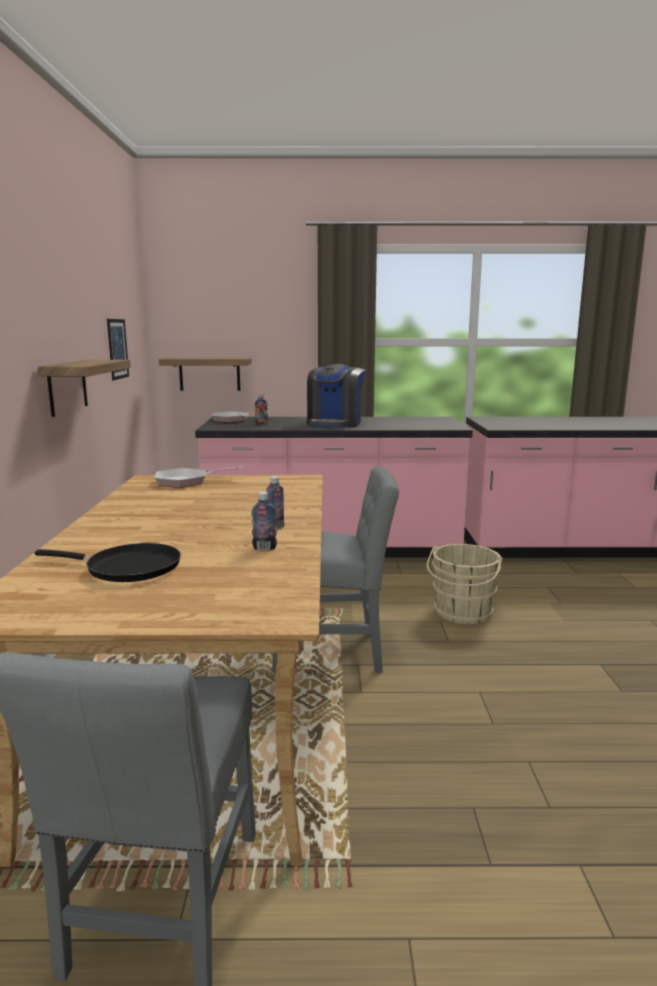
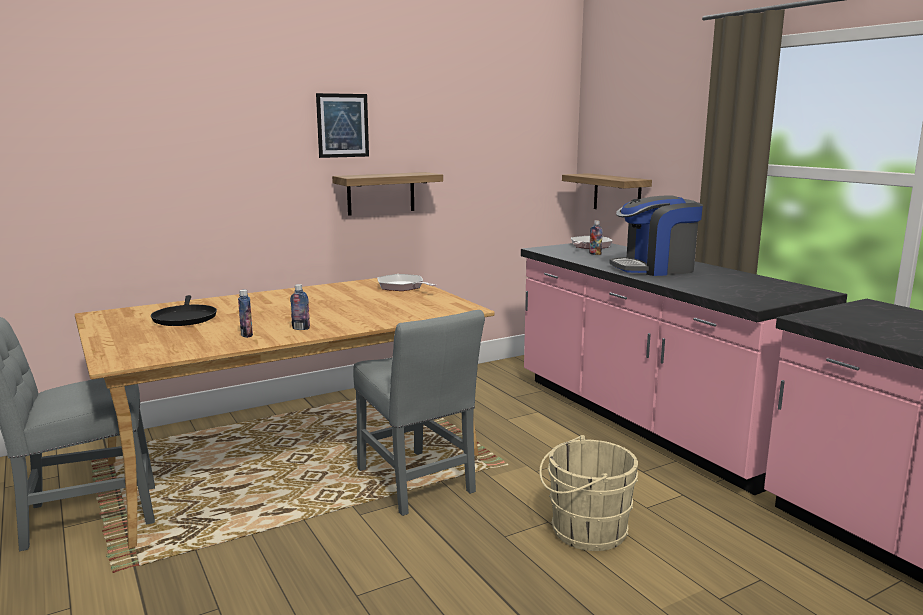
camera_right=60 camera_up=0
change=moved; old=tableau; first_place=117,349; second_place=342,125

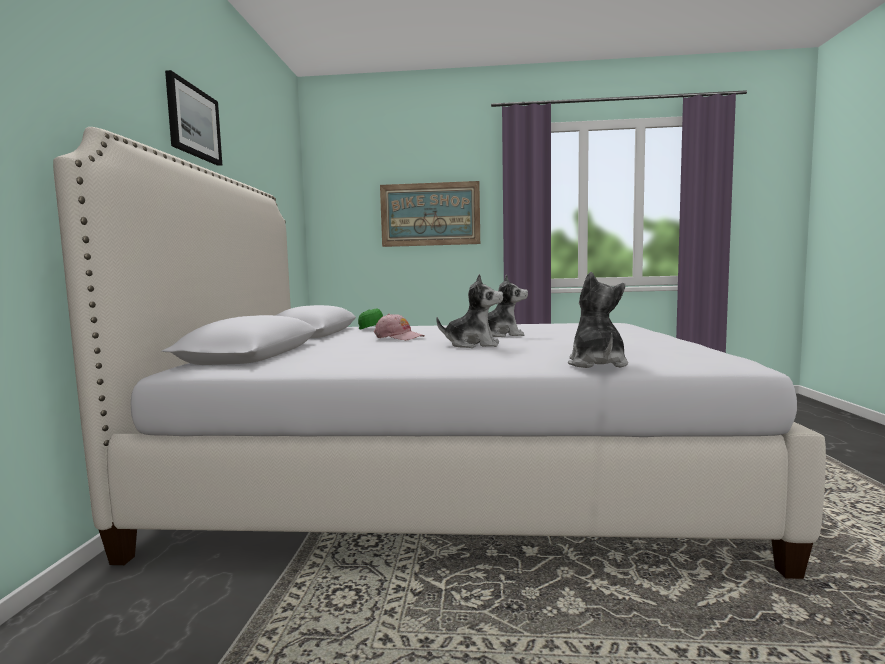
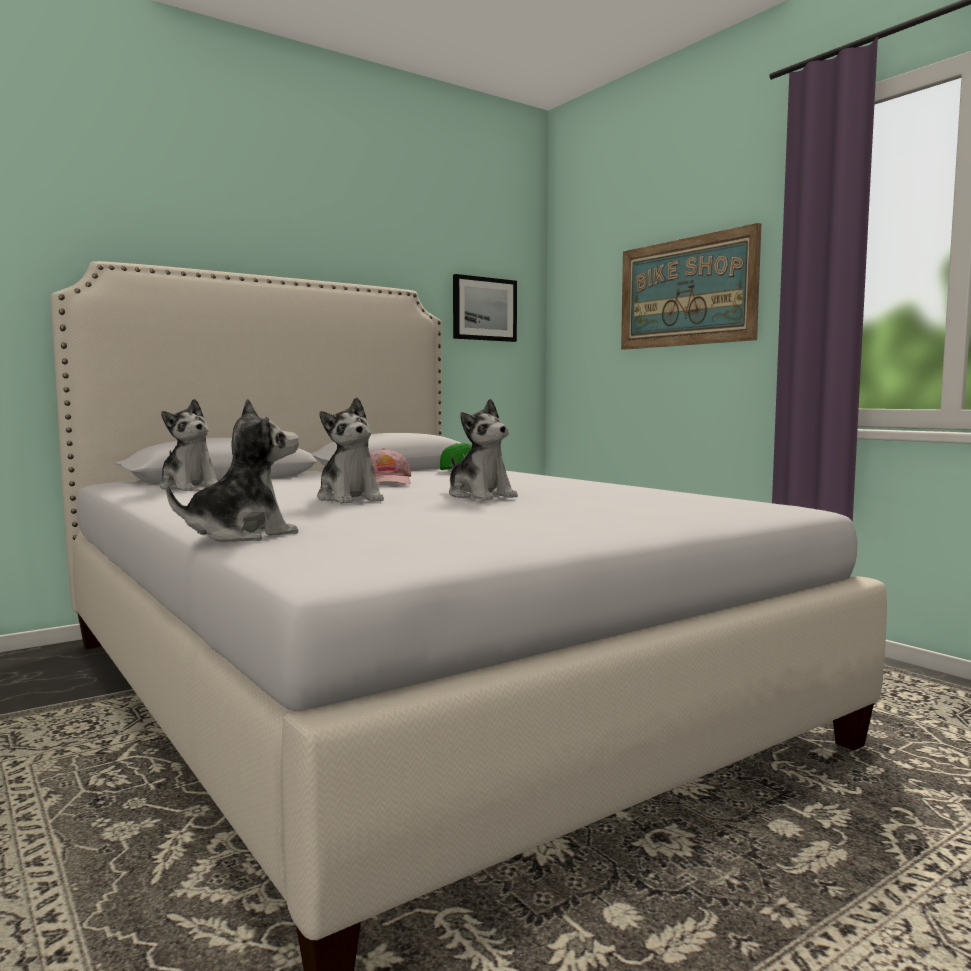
camera_right=50 camera_up=0
change=moved; old=tableau; first_place=193,122; second_place=484,309
change=added; new=peluche; second_place=190,487

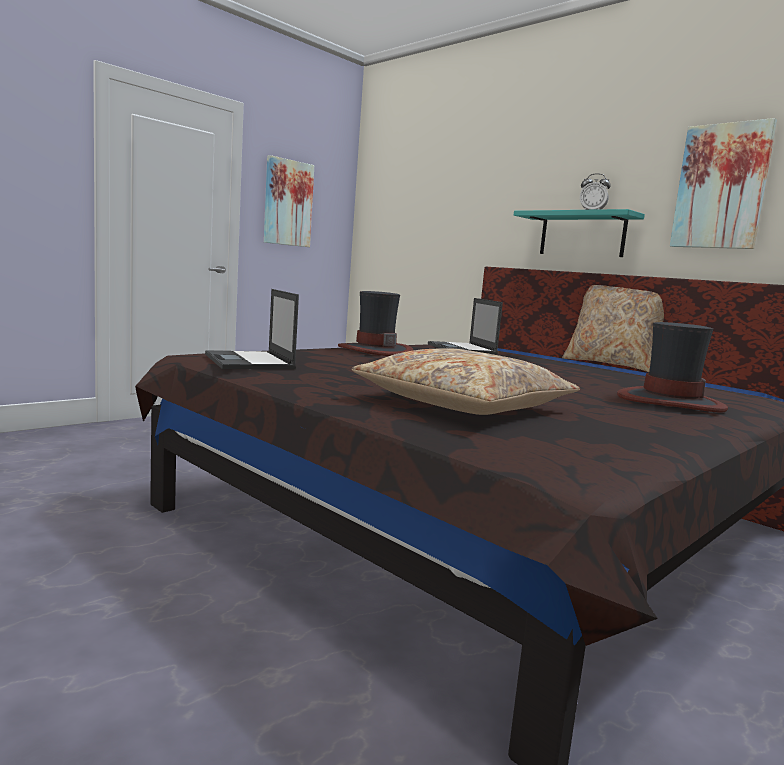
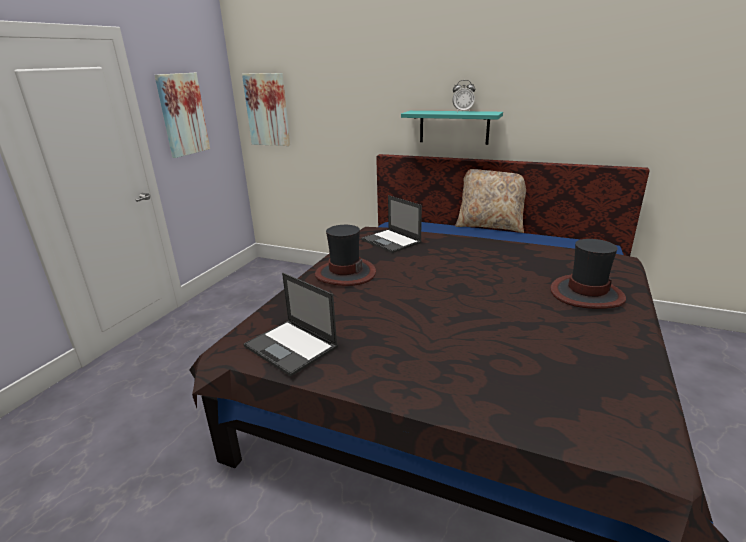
camera_right=-20 camera_up=15
change=moved; old=tableau; first_place=721,187; second_place=267,110
change=removed; old=coussin/beige; first_place=463,404

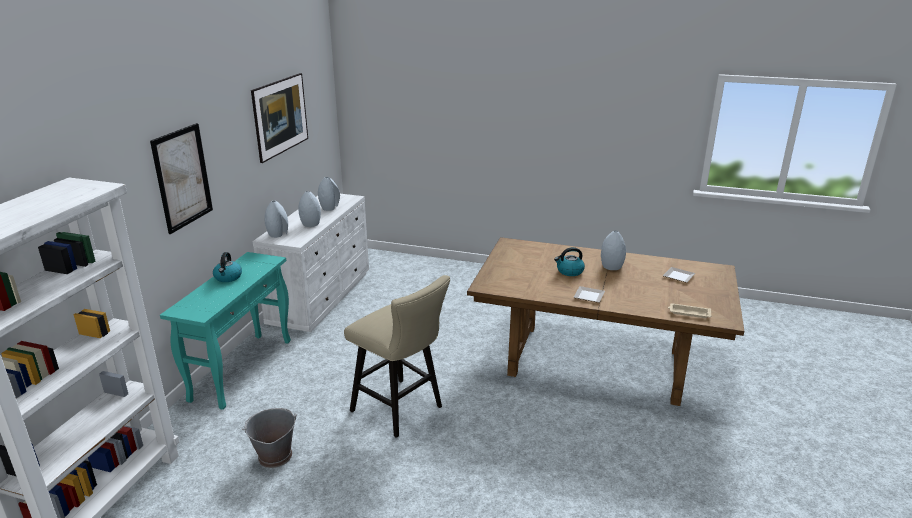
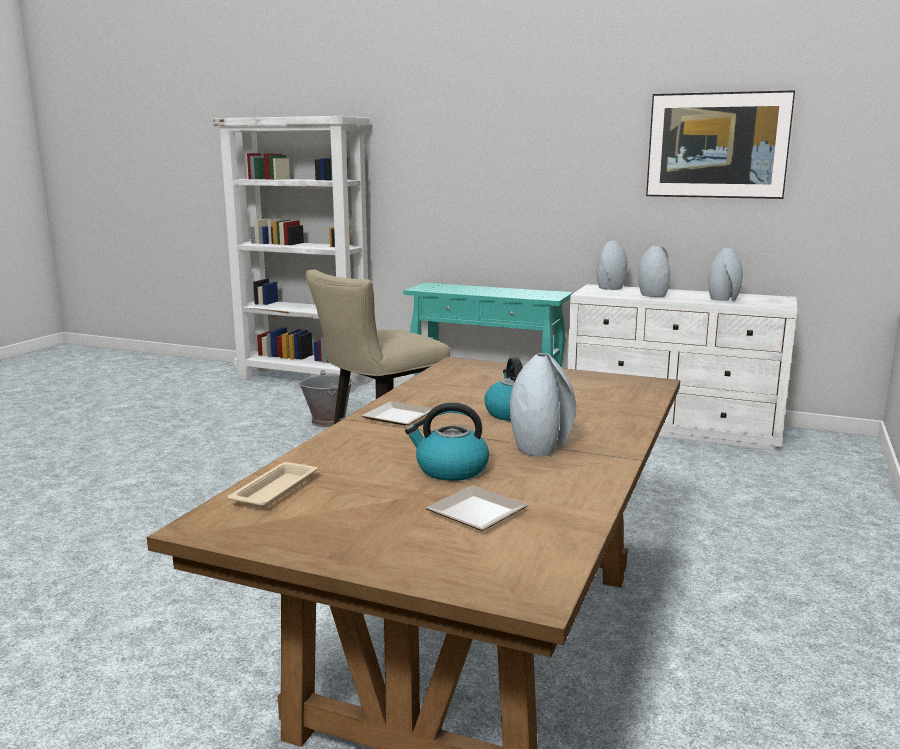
camera_right=95 camera_up=-10
change=removed; old=tableau; first_place=182,177
change=moved; old=bouilloire; first_place=228,277; second_place=450,470

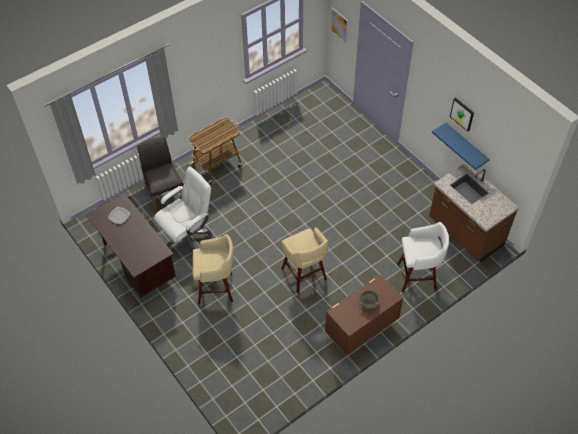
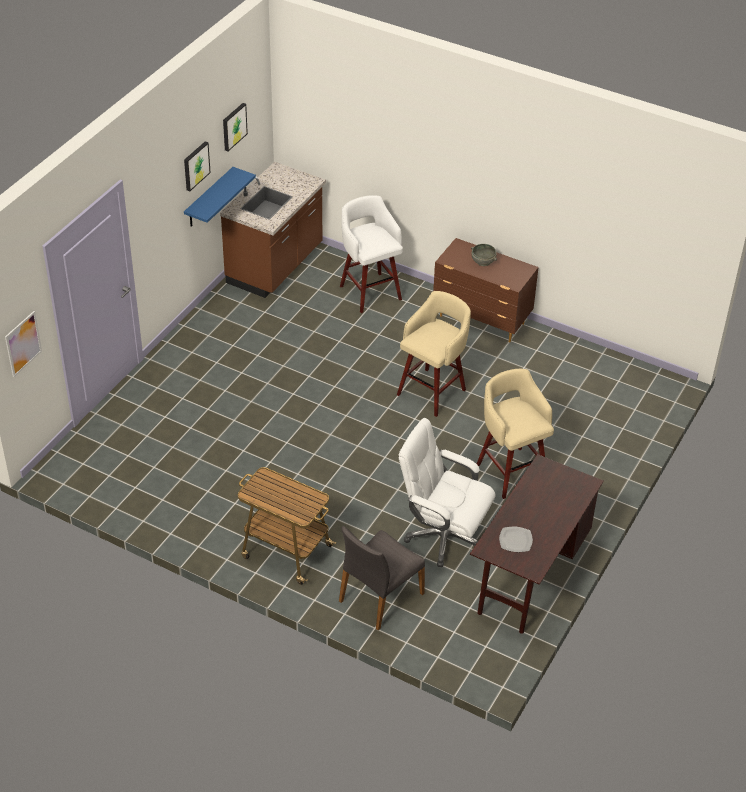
camera_right=-115 camera_up=-10
change=added; new=tableau; second_place=233,126

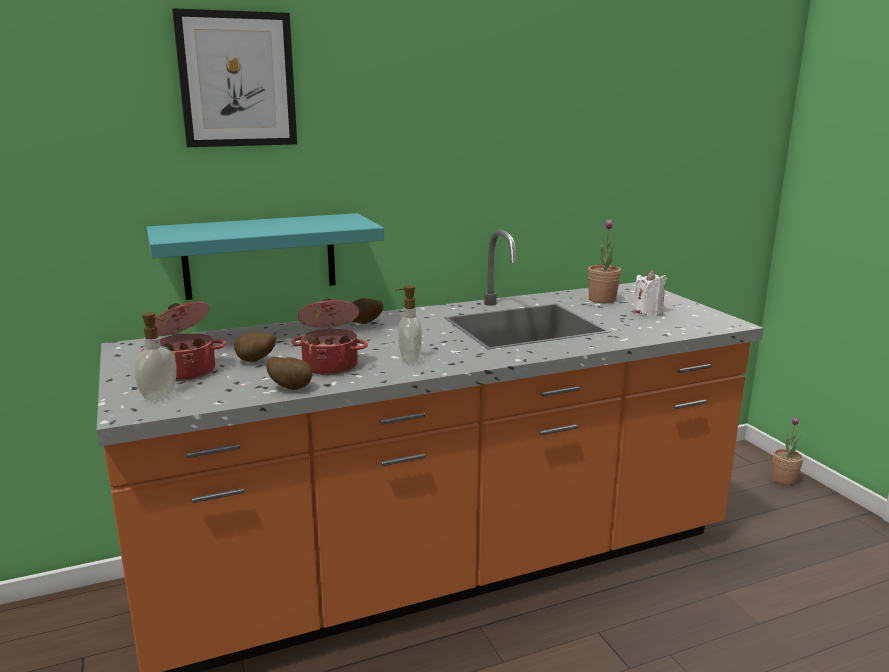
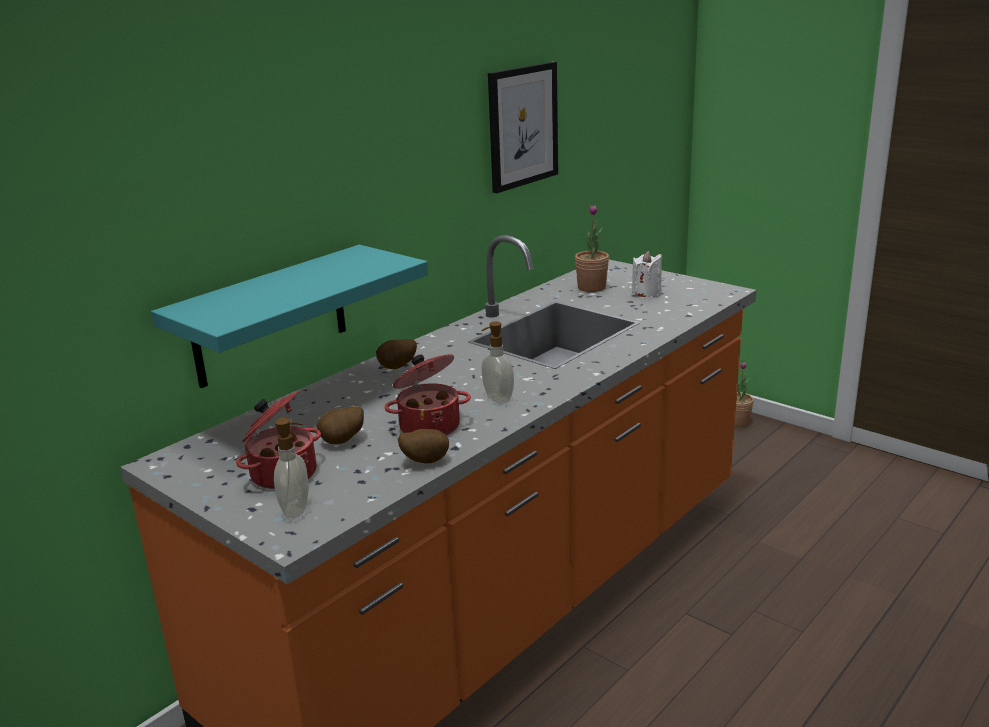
camera_right=-25 camera_up=5
change=moved; old=tableau; first_place=237,80; second_place=522,126

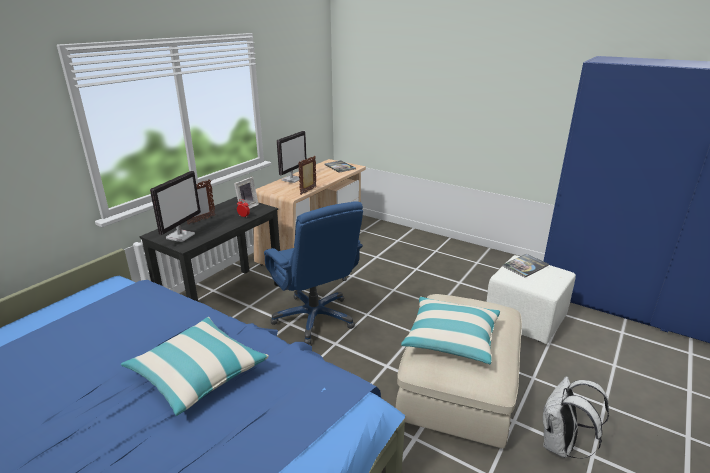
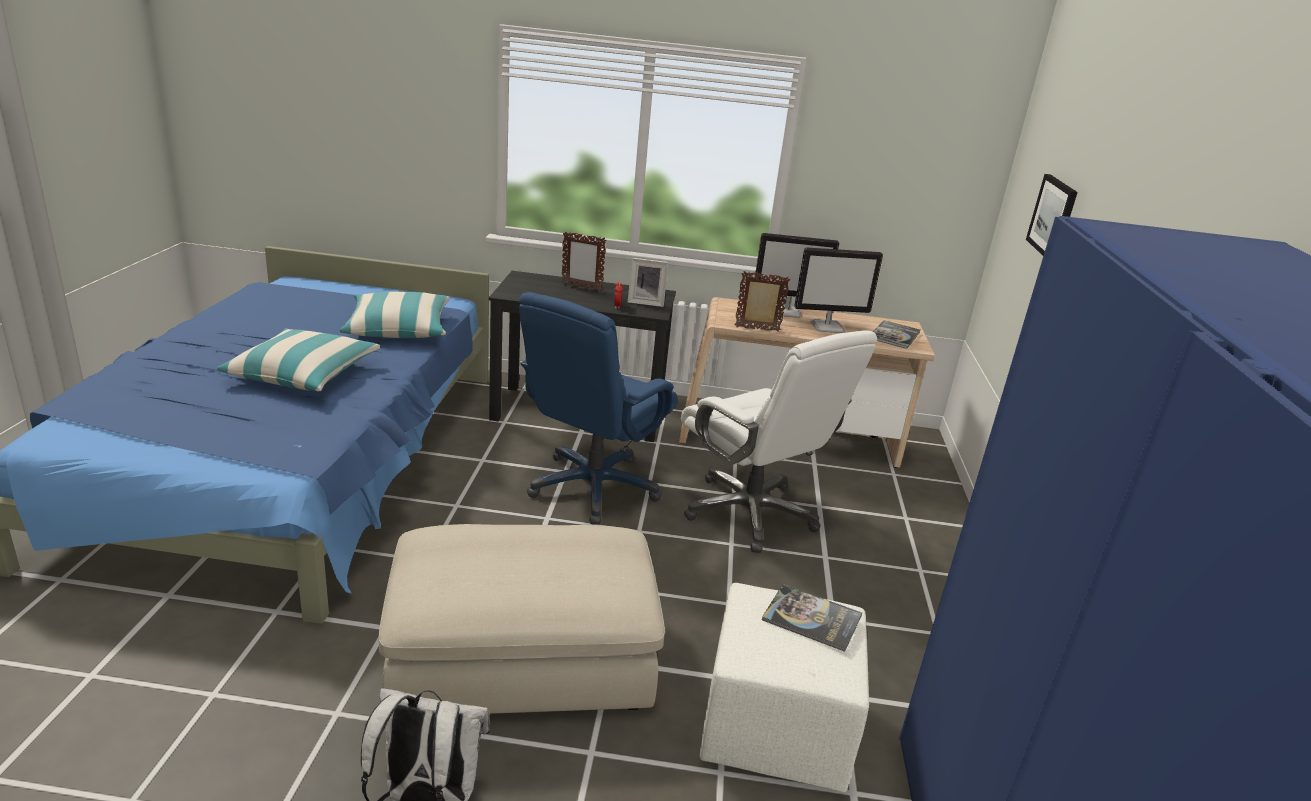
camera_right=60 camera_up=0
change=moved; old=écran d'ordinateur; first_place=180,236; second_place=827,327
change=moved; old=coussin; first_place=451,338; second_place=398,329
change=added; new=tableau; second_place=1053,217
change=added; new=chaise de bureau/blanc; second_place=751,513

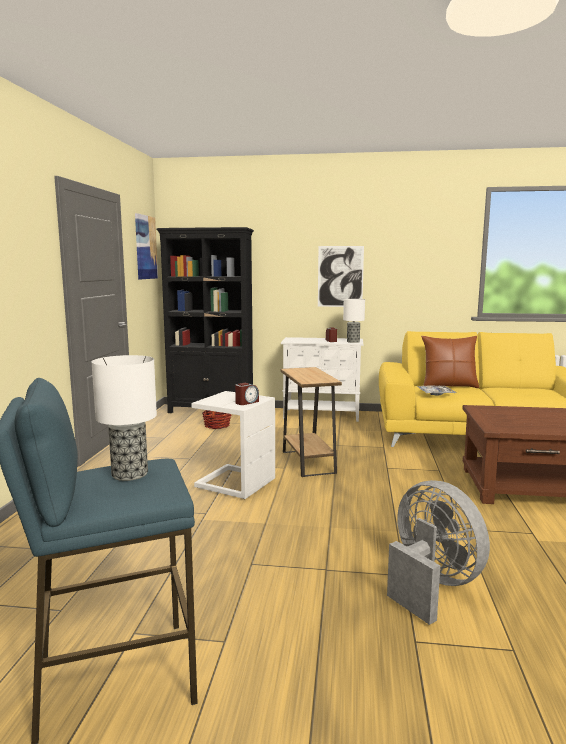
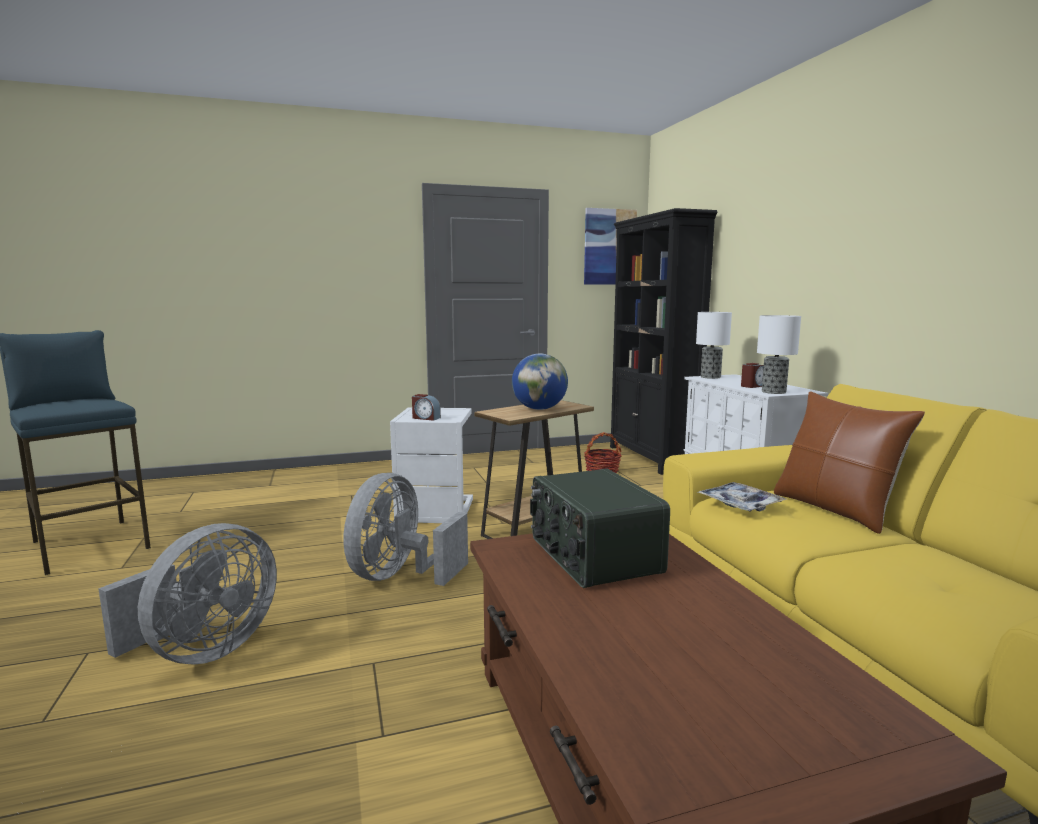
camera_right=65 camera_up=0
change=removed; old=tableau; first_place=340,276
change=moved; old=lampe de table; first_place=129,474; second_place=710,377
change=added; new=globe; second_place=539,409
change=added; new=radio; second_place=592,556
change=added; new=ventilateur/gris; second_place=400,576

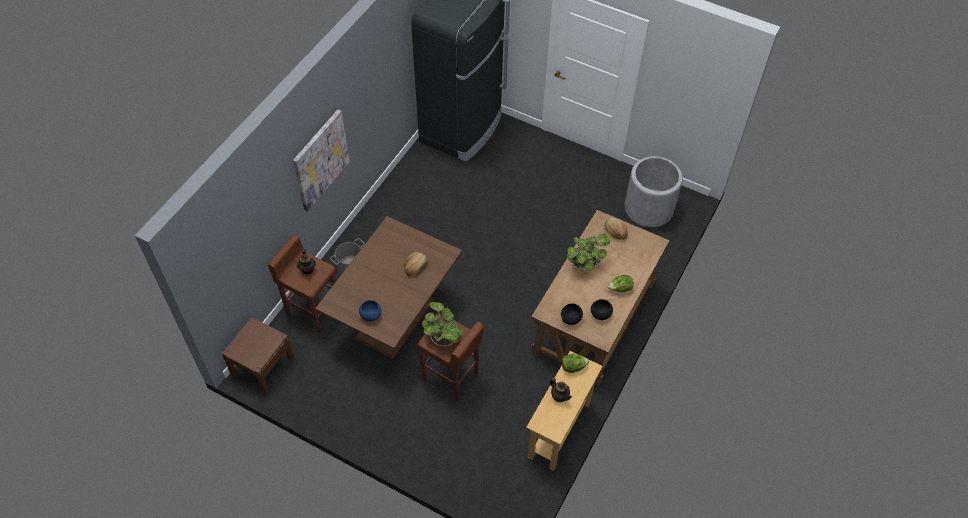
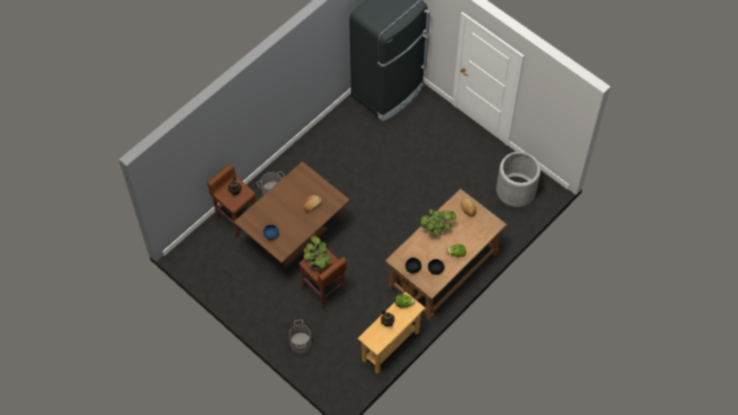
camera_right=15 camera_up=5
change=removed; old=tableau; first_place=320,160
change=removed; old=table de chevet/marron; first_place=263,366
change=added; new=seau/gris; second_place=300,343

